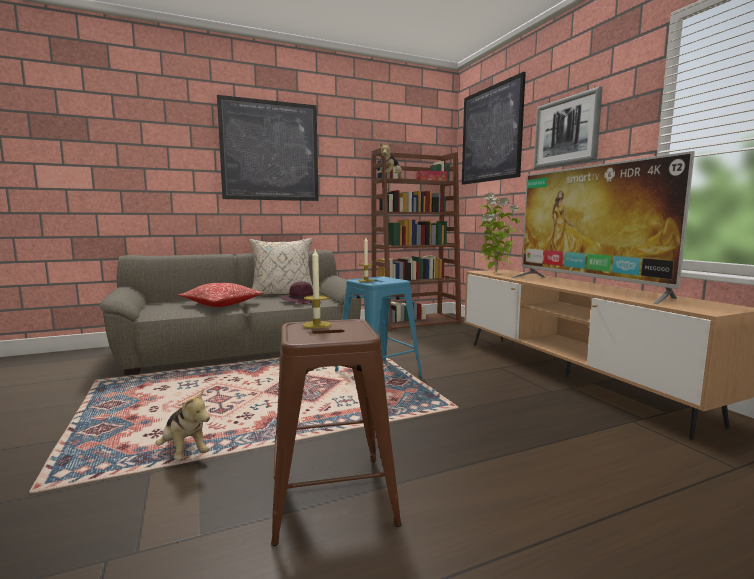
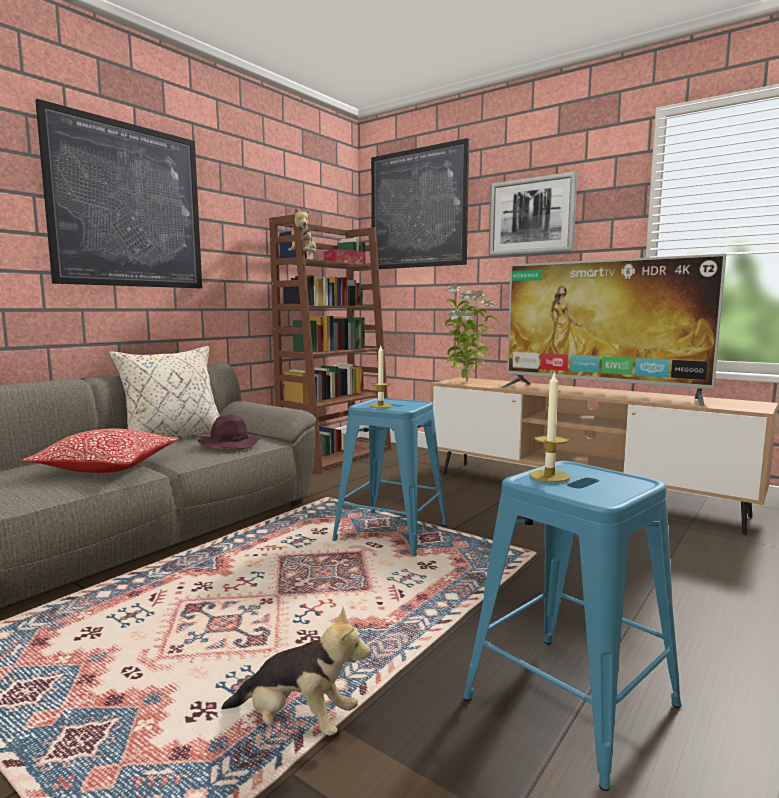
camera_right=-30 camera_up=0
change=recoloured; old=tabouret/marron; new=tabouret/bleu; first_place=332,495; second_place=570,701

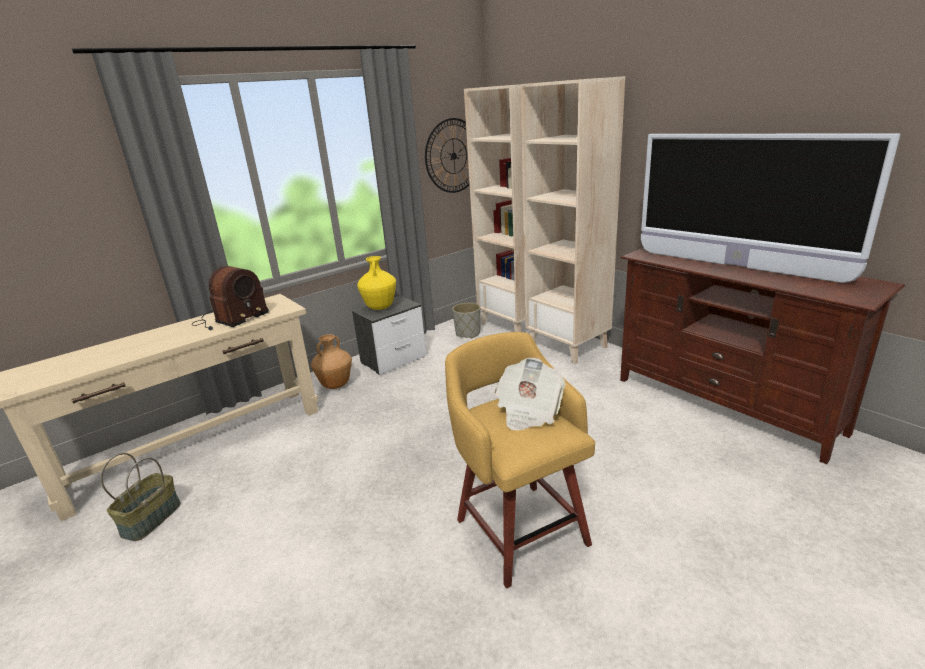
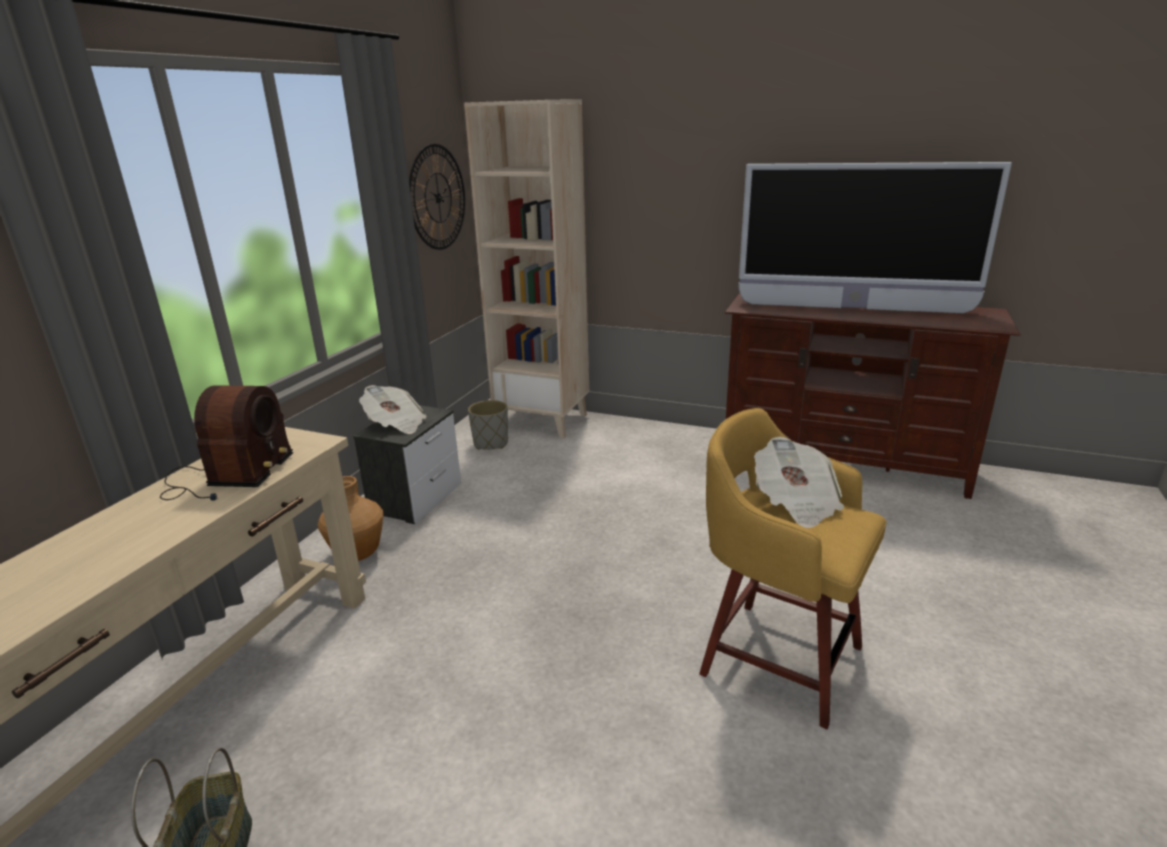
camera_right=-30 camera_up=0
change=removed; old=bibliothèque/beige; first_place=568,346
change=replaced; old=vase/jaune; new=journal; first_place=380,308; second_place=396,424

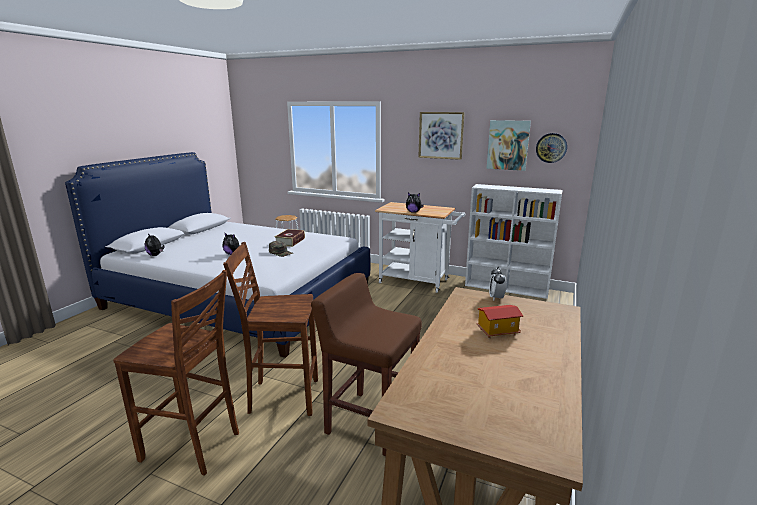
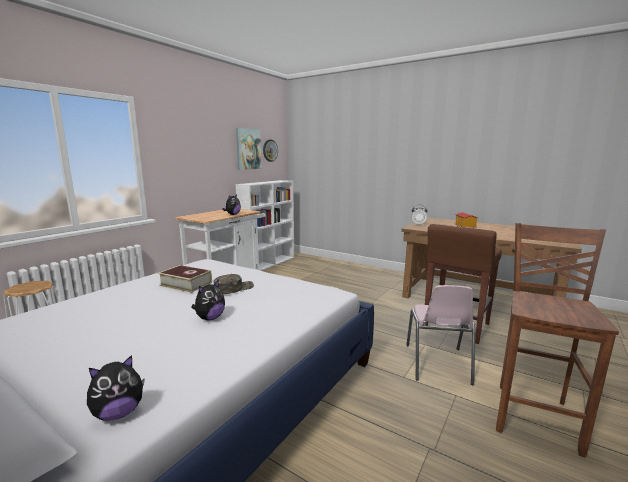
camera_right=-80 camera_up=-5
change=removed; old=tableau; first_place=441,135
change=replaced; old=tabouret/marron; new=chaise/rose; first_place=282,396; second_place=437,364

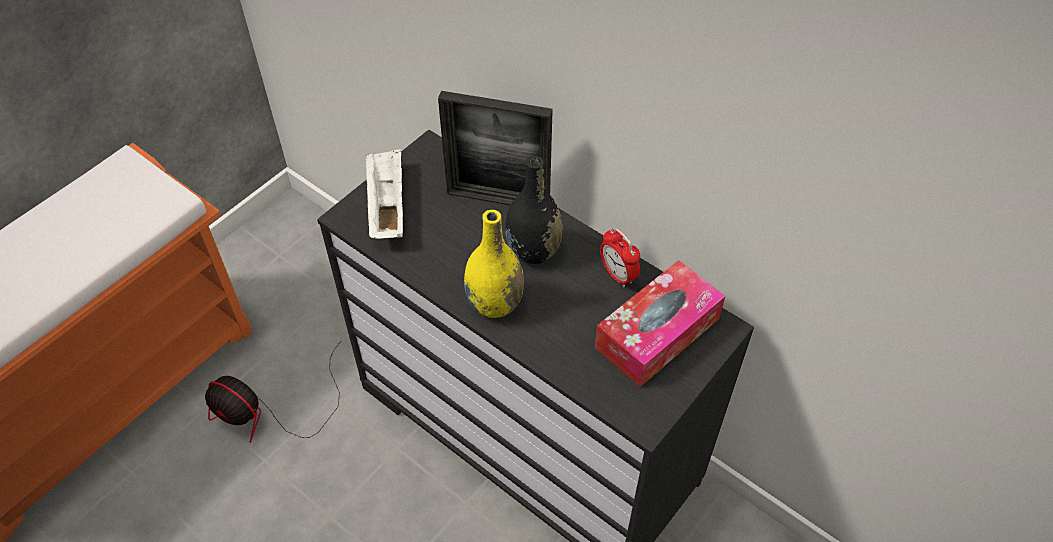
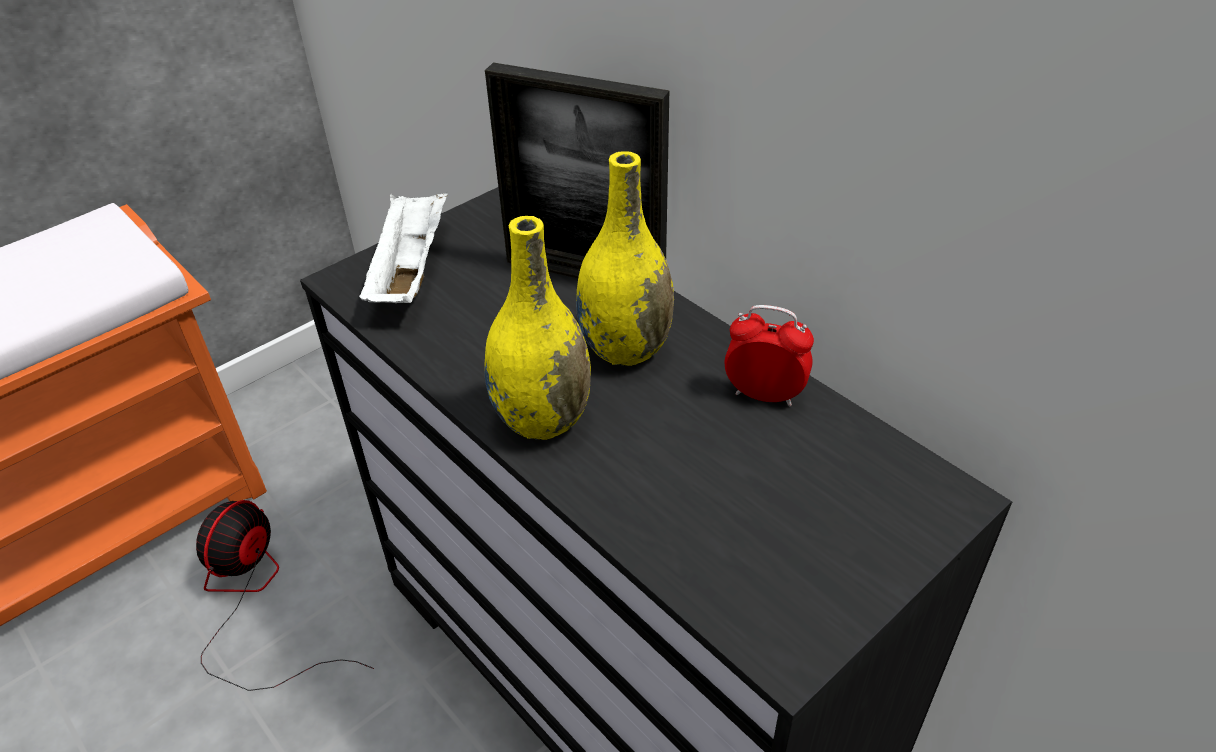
camera_right=10 camera_up=-10
change=recoloured; old=vase/noir; new=vase/jaune; first_place=533,251; second_place=625,348
change=turned; old=réveil; first_place=618,275; second_place=764,395; degrees=135
change=removed; old=boîte à mouchoirs; first_place=657,333
change=turned; old=ventilateur; first_place=269,412; second_place=256,602; degrees=75

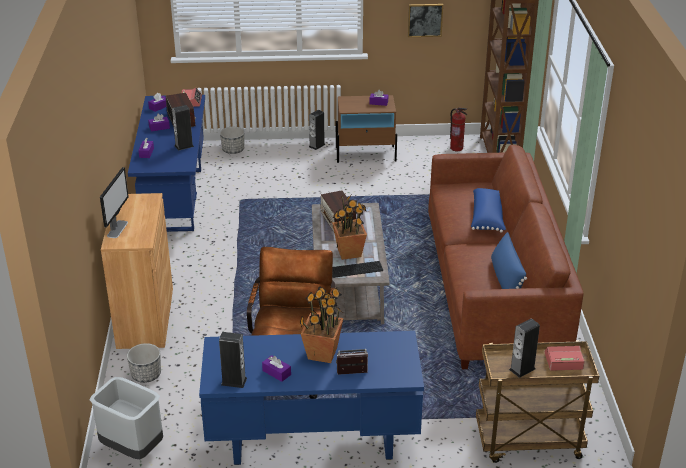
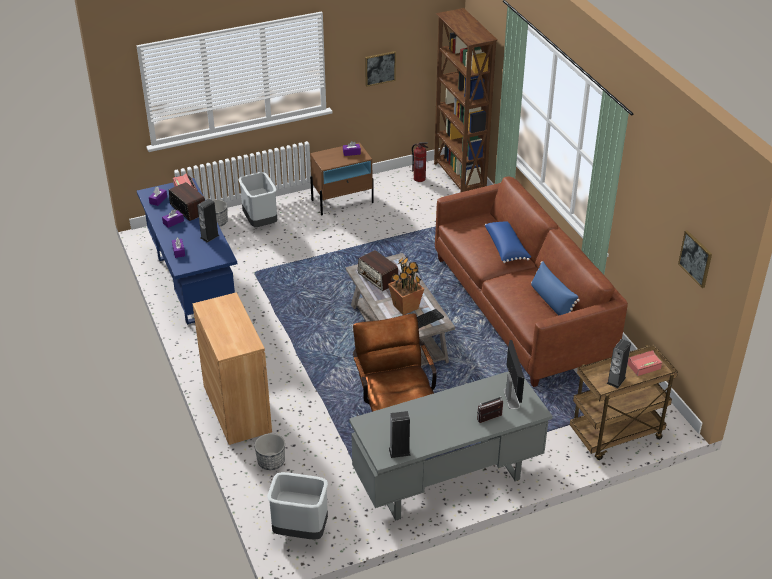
camera_right=-20 camera_up=5
change=removed; old=enceinte; first_place=317,145
change=moved; old=écran d'ordinateur; first_place=117,229; second_place=511,398
change=removed; old=plante en pot; first_place=322,353
change=recoloured; old=bureau/bleu; new=bureau/gris; first_place=312,441; second_place=447,482
change=removed; old=boîte à mouchoirs/violet; first_place=276,372
change=added; new=poubelle/gris; second_place=261,222
change=added; new=tableau; second_place=696,258

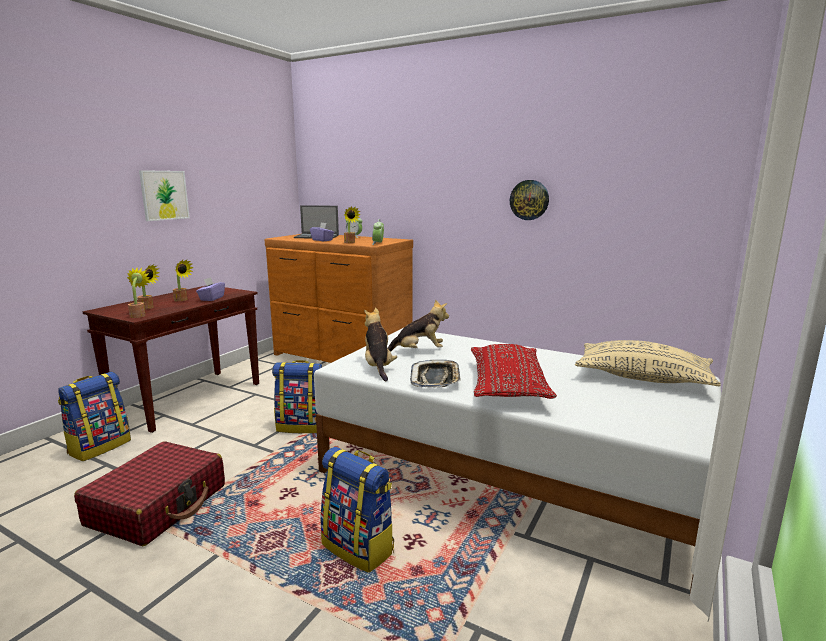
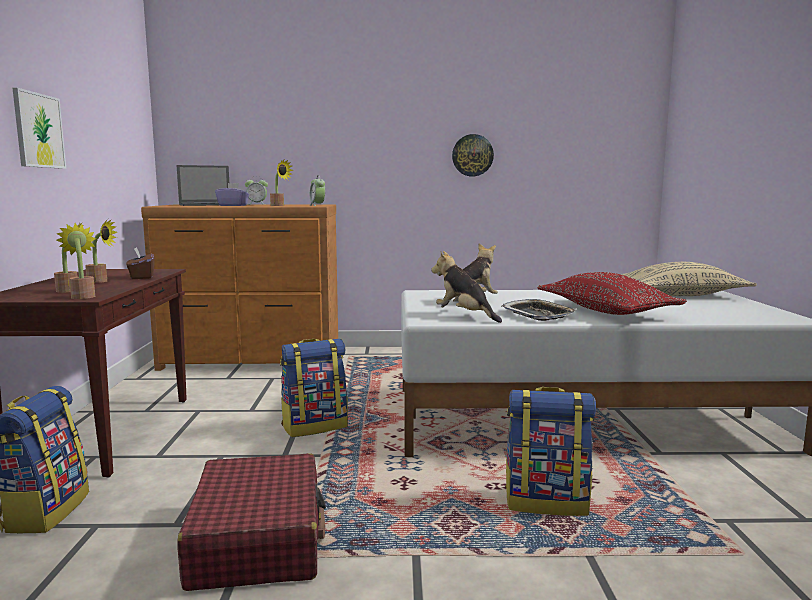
camera_right=-30 camera_up=-5
change=recoloured; old=boîte à mouchoirs/violet; new=boîte à mouchoirs/marron; first_place=211,298; second_place=141,277

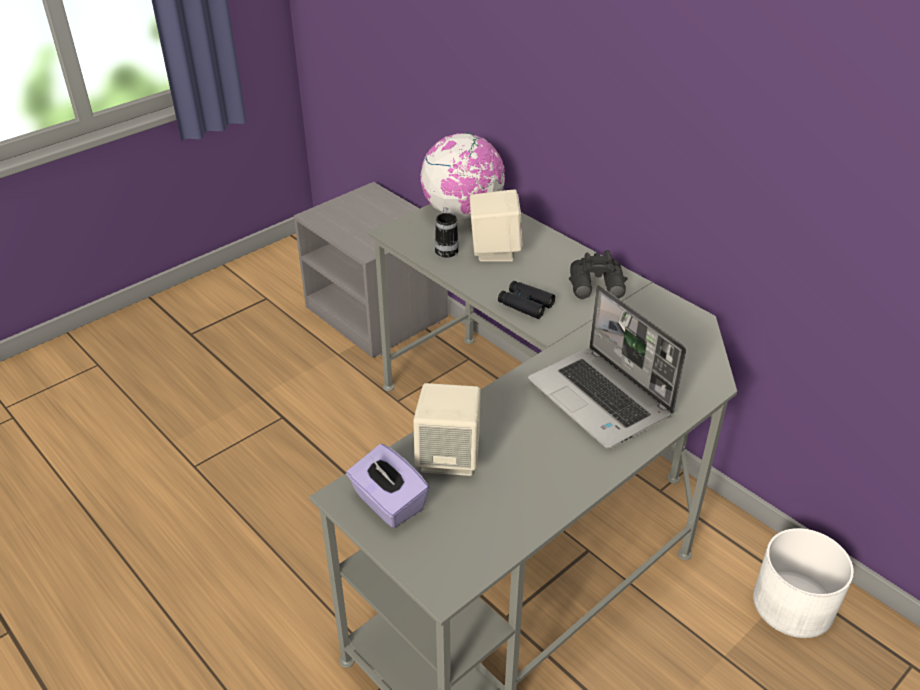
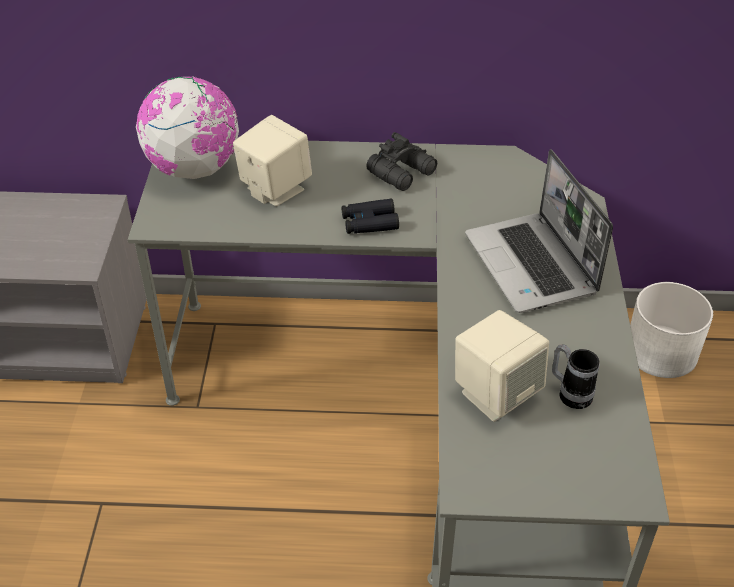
camera_right=-45 camera_up=5
change=moved; old=mug; first_place=446,249; second_place=570,393
change=turned; old=ordinateur portable; first_place=601,399; second_place=532,265; degrees=60
change=removed; old=boîte à mouchoirs/violet; first_place=388,503

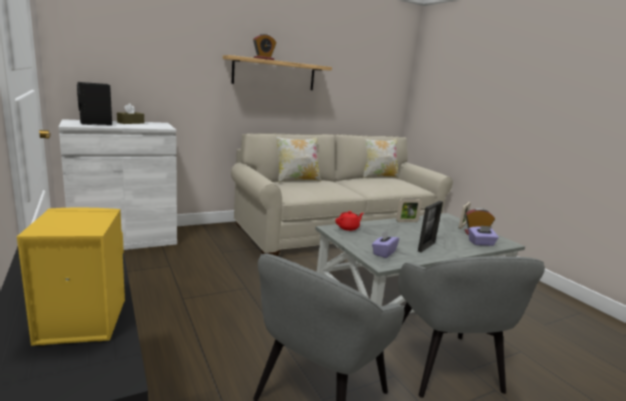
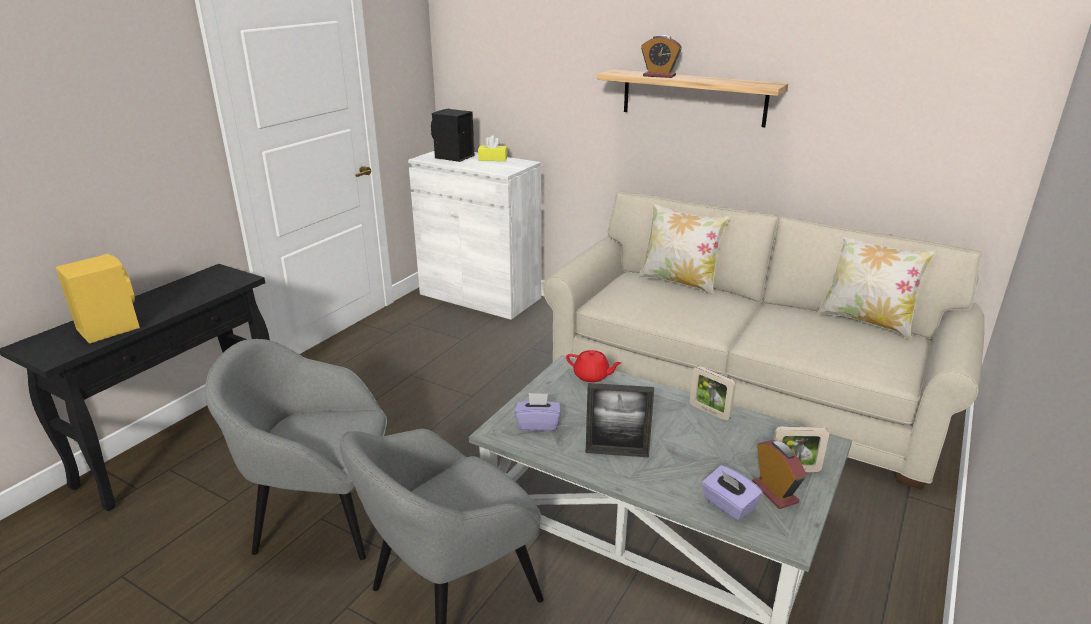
camera_right=60 camera_up=10
change=recoloured; old=boîte à mouchoirs/marron; new=boîte à mouchoirs/jaune; first_place=131,123; second_place=493,159

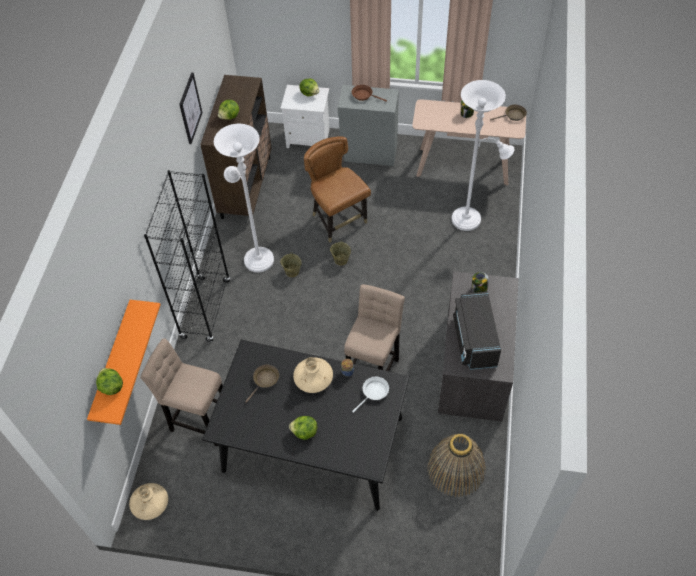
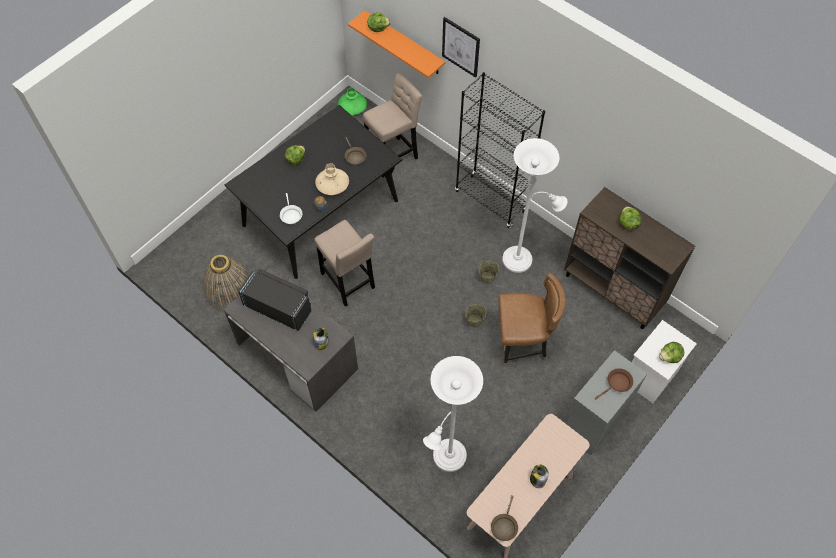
camera_right=120 camera_up=5
change=moved; old=tableau; first_place=190,108; second_place=461,47
change=recoloured; old=vase/beige; new=vase/vert; first_place=150,504; second_place=352,107

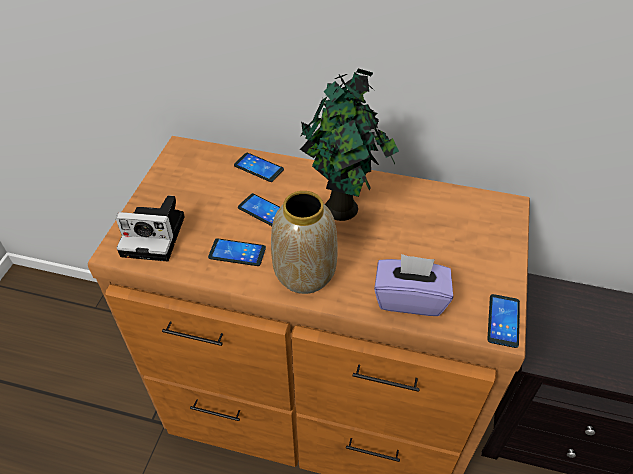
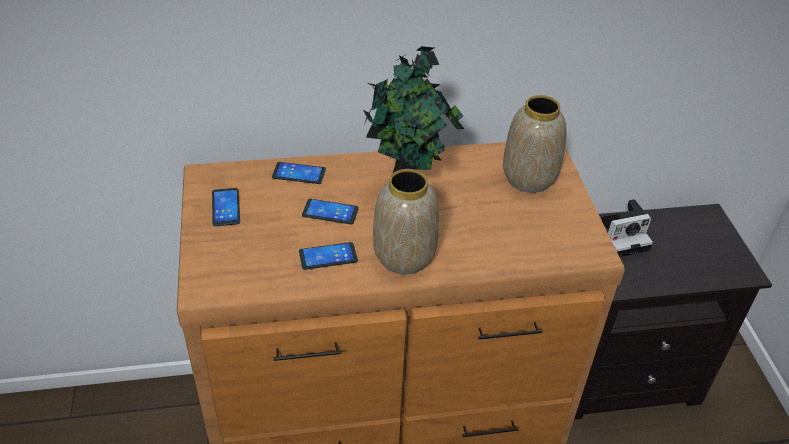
camera_right=-25 camera_up=-5
change=moved; old=appareil photo; first_place=156,235; second_place=621,236
change=removed; old=boîte à mouchoirs/violet; first_place=410,298
change=moved; old=téléphone; first_place=503,321; second_place=226,207
change=added; new=vase; second_place=529,177

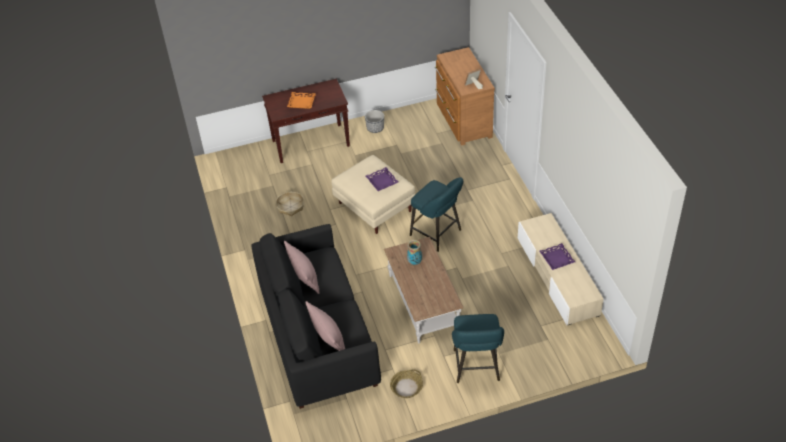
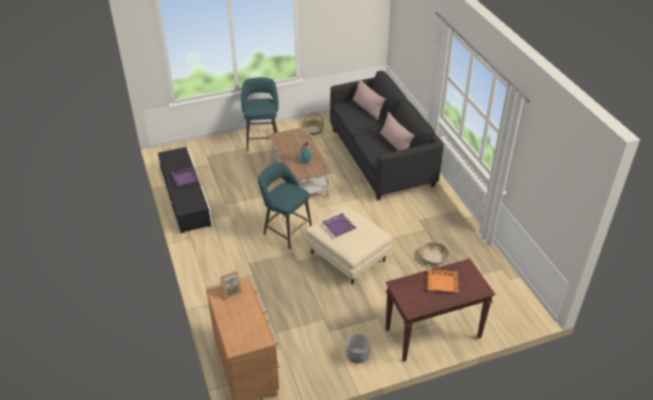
camera_right=175 camera_up=-5
change=recoloured; old=meuble télé/beige; new=meuble télé/noir; first_place=557,276; second_place=185,196

